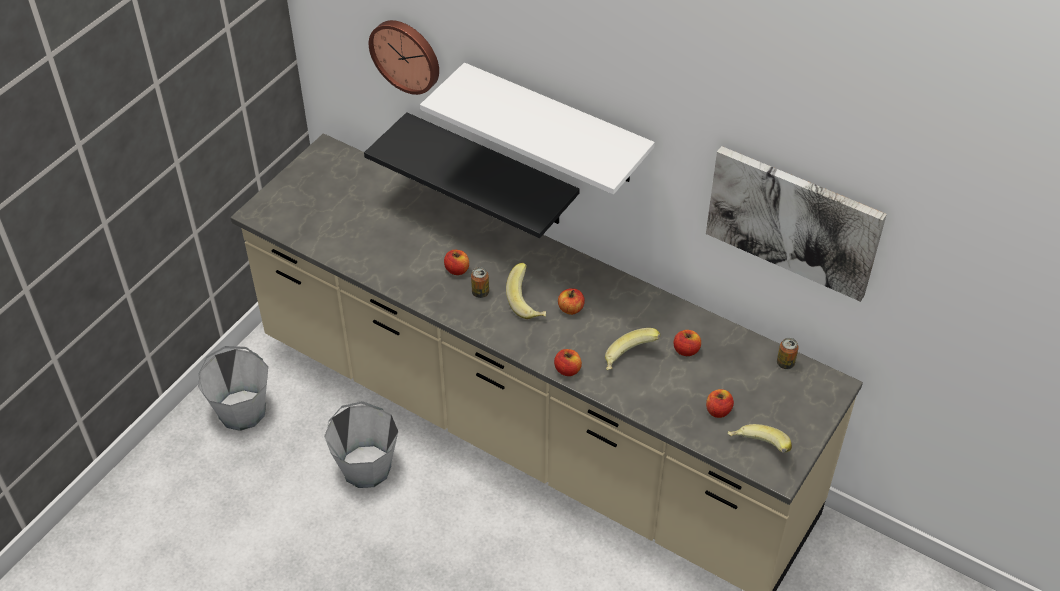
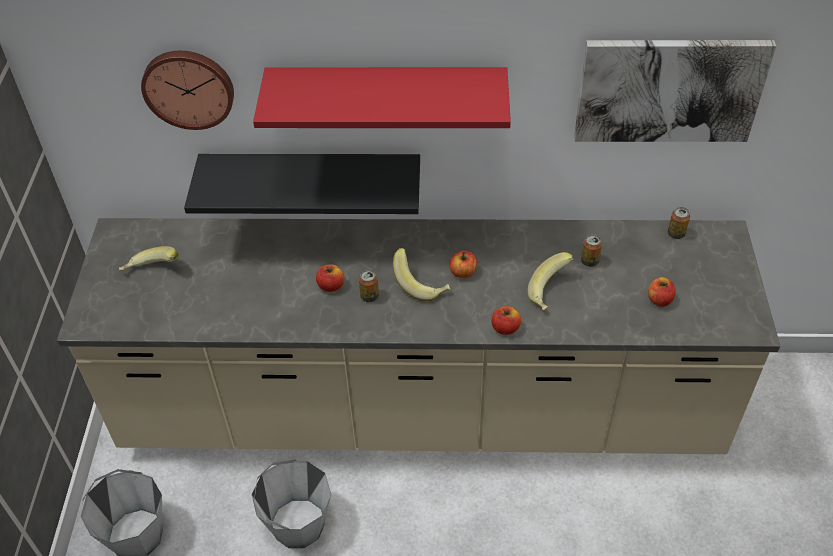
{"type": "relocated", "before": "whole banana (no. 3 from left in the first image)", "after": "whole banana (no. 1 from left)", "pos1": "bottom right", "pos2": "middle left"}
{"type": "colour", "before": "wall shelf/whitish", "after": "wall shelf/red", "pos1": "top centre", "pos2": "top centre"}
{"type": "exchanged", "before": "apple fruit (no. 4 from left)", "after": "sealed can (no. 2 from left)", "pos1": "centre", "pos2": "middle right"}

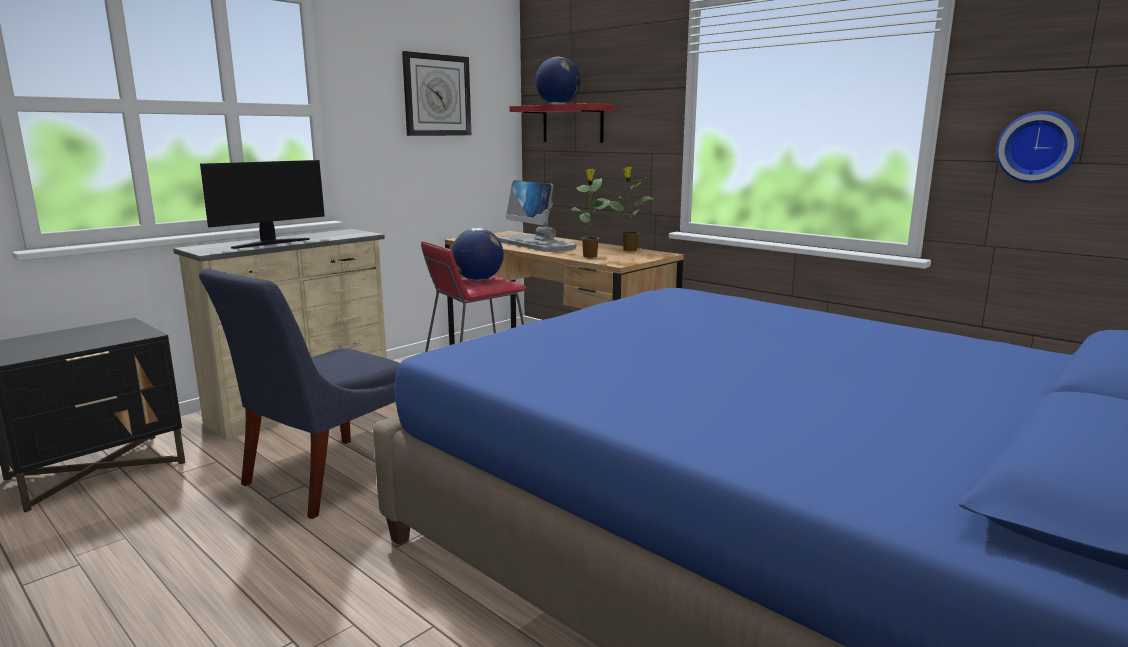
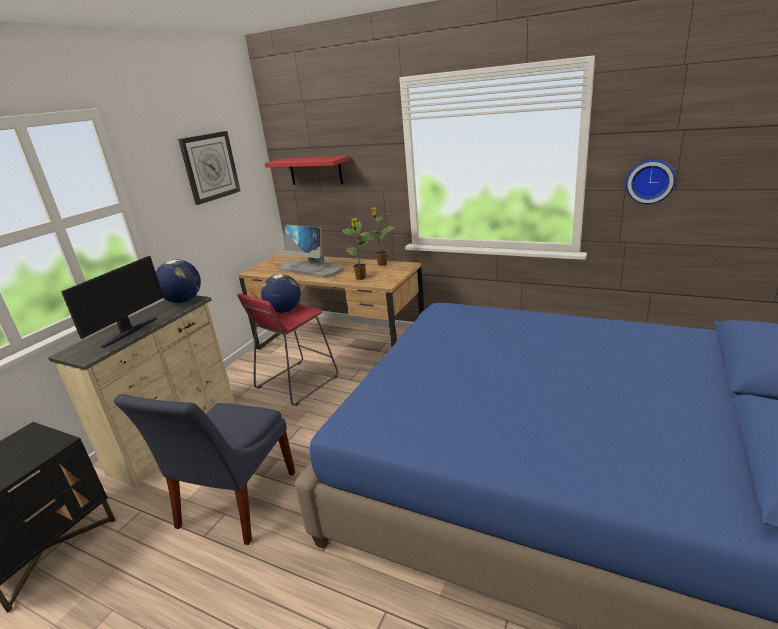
{"type": "relocated", "before": "world globe (no. 2 from left in the first image)", "after": "world globe (no. 1 from left)", "pos1": "top centre", "pos2": "middle left"}

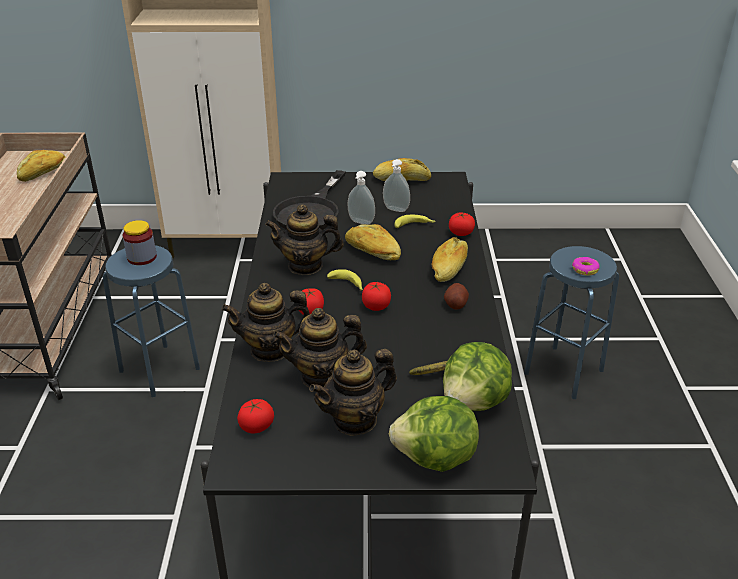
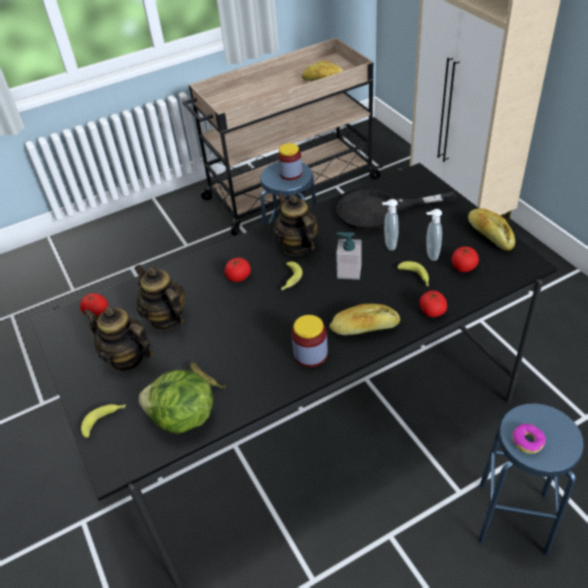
{"type": "exchanged", "before": "head of lettuce (no. 1 from left)", "after": "whole banana (no. 1 from left)", "pos1": "bottom centre", "pos2": "bottom left"}
{"type": "exchanged", "before": "potato", "after": "jar (no. 2 from left)", "pos1": "centre", "pos2": "centre"}
{"type": "exchanged", "before": "bakery bread (no. 2 from left)", "after": "liquid soap bottle (no. 1 from left)", "pos1": "centre", "pos2": "centre"}
{"type": "relocated", "before": "tomato (no. 3 from left in the first image)", "after": "tomato (no. 4 from left)", "pos1": "centre", "pos2": "middle right"}
{"type": "missing", "before": "tea pot (no. 1 from left)", "pos1": "centre"}

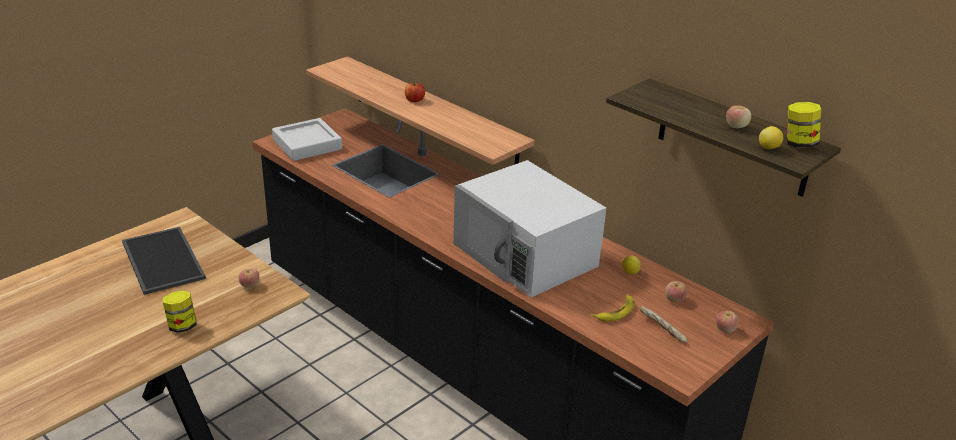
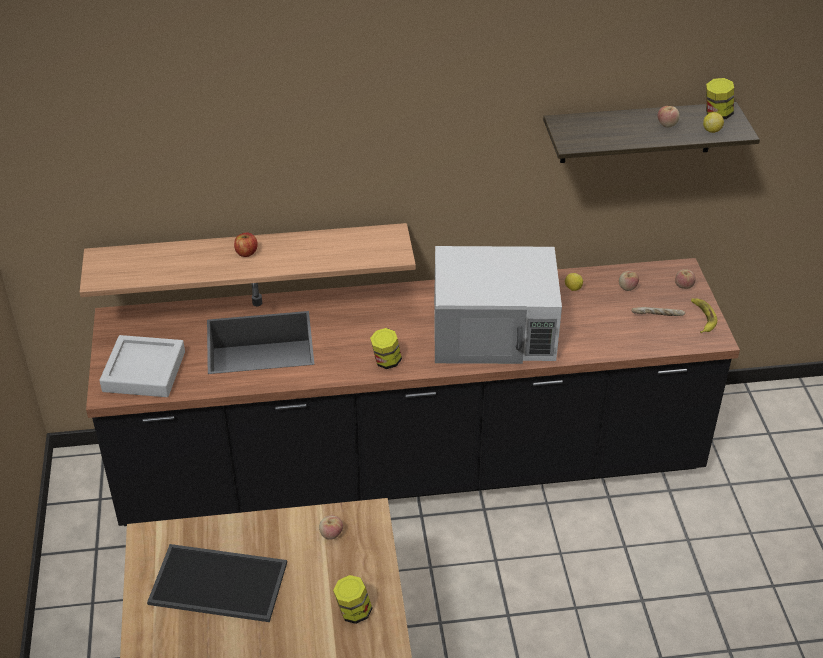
{"type": "appeared", "after": "jar (no. 2 from left)", "pos2": "centre"}
{"type": "relocated", "before": "whole banana", "pos1": "bottom centre", "pos2": "middle right"}

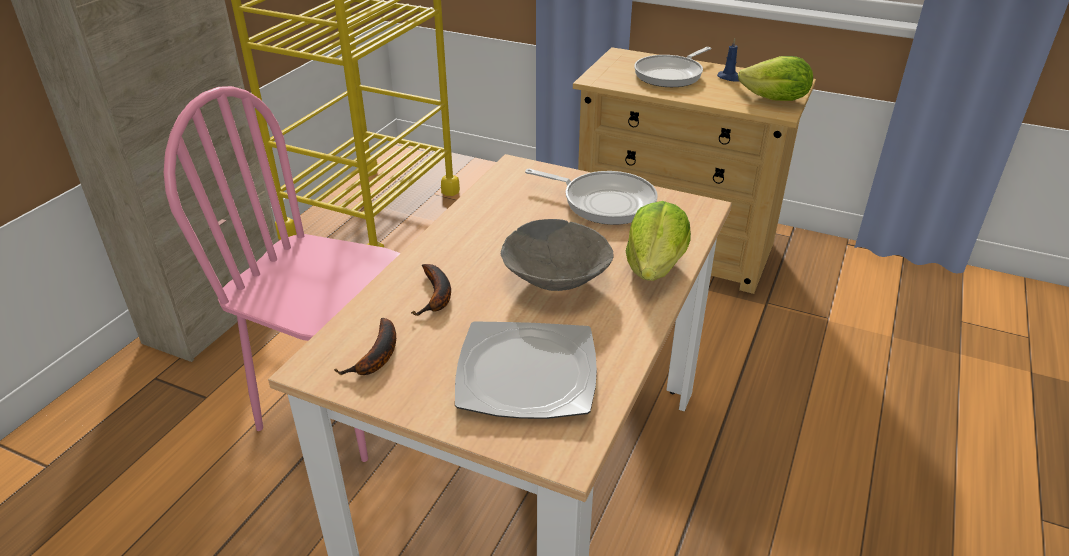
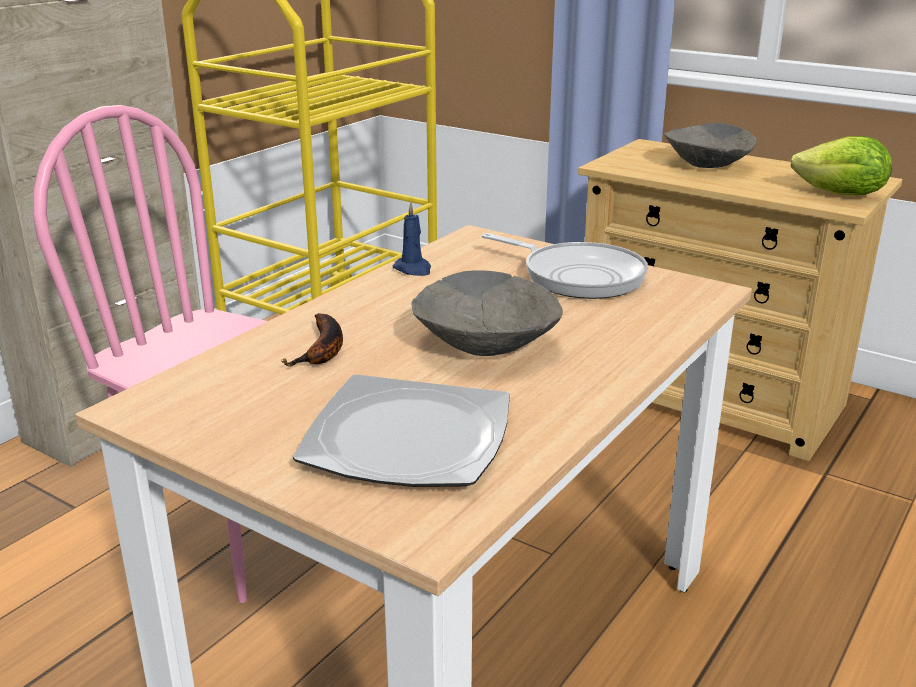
{"type": "relocated", "before": "wax light/blue", "pos1": "top right", "pos2": "centre"}
{"type": "exchanged", "before": "frying pan (no. 2 from left)", "after": "bowl/gray (no. 2 from left)", "pos1": "top centre", "pos2": "top right"}
{"type": "missing", "before": "whole banana (no. 1 from left)", "pos1": "centre"}
{"type": "missing", "before": "head of lettuce (no. 1 from left)", "pos1": "centre"}

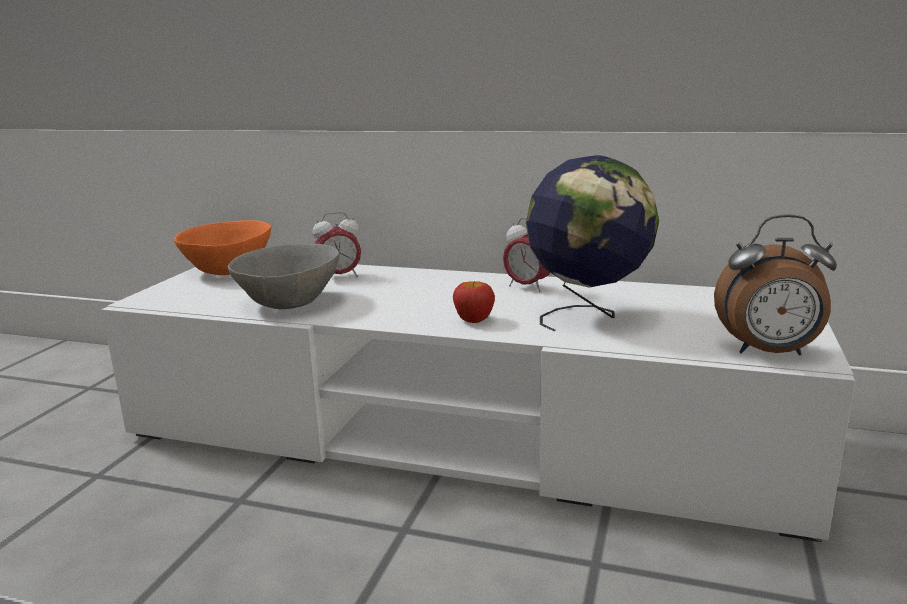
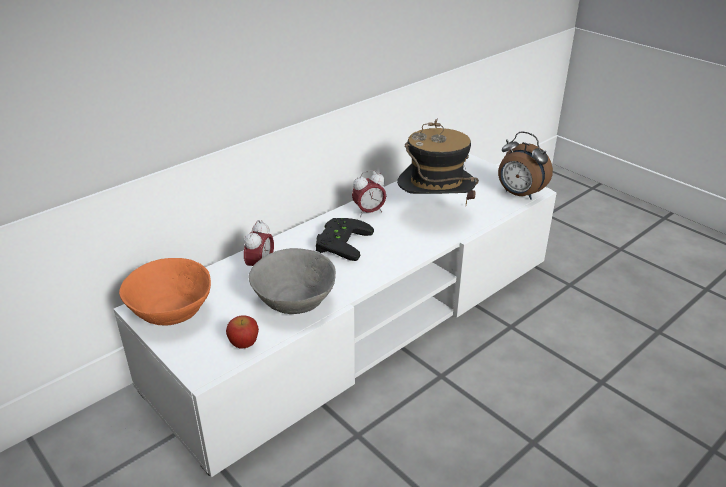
{"type": "relocated", "before": "apple fruit", "pos1": "centre", "pos2": "bottom centre"}
{"type": "appeared", "after": "joypad/black", "pos2": "centre"}
{"type": "exchanged", "before": "world globe", "after": "clothing hat", "pos1": "centre", "pos2": "top centre"}
{"type": "spun", "before": "bedside clock (no. 3 from left)", "pos1": "middle right", "pos2": "middle right", "turn": 90}

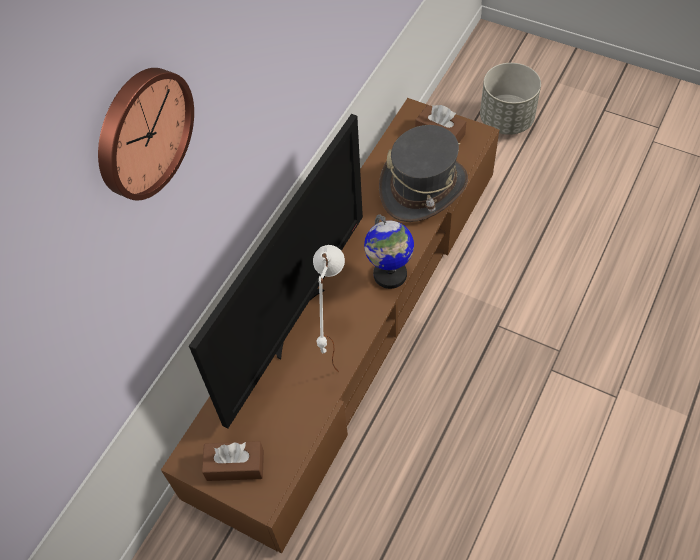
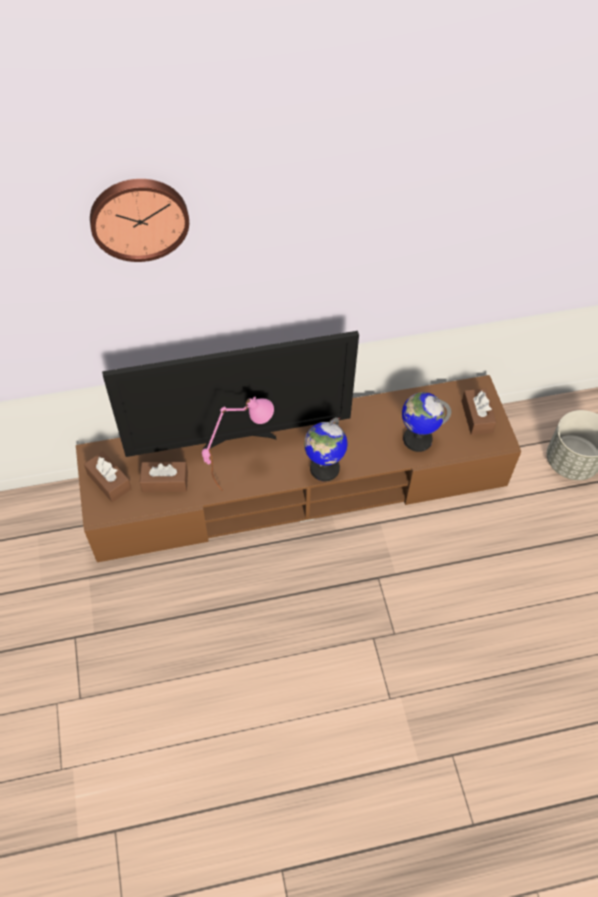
{"type": "appeared", "after": "tissue box/brownish (no. 2 from left)", "pos2": "middle left"}
{"type": "colour", "before": "lamp for a table/whitish", "after": "lamp for a table/pink", "pos1": "centre", "pos2": "centre"}
{"type": "exchanged", "before": "clothing hat/gray", "after": "world globe (no. 2 from left)", "pos1": "top centre", "pos2": "middle right"}

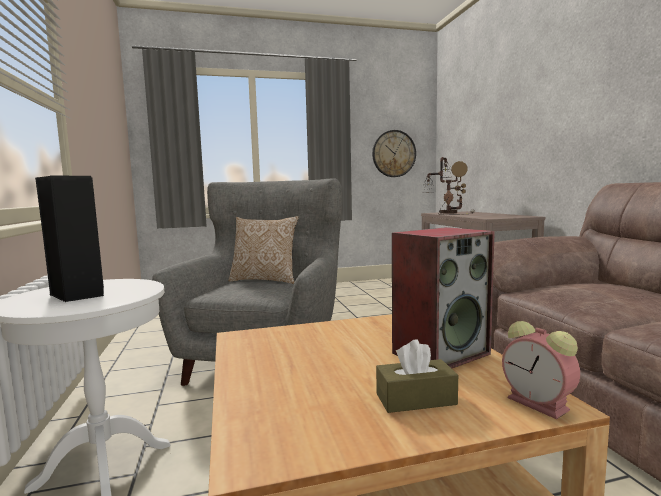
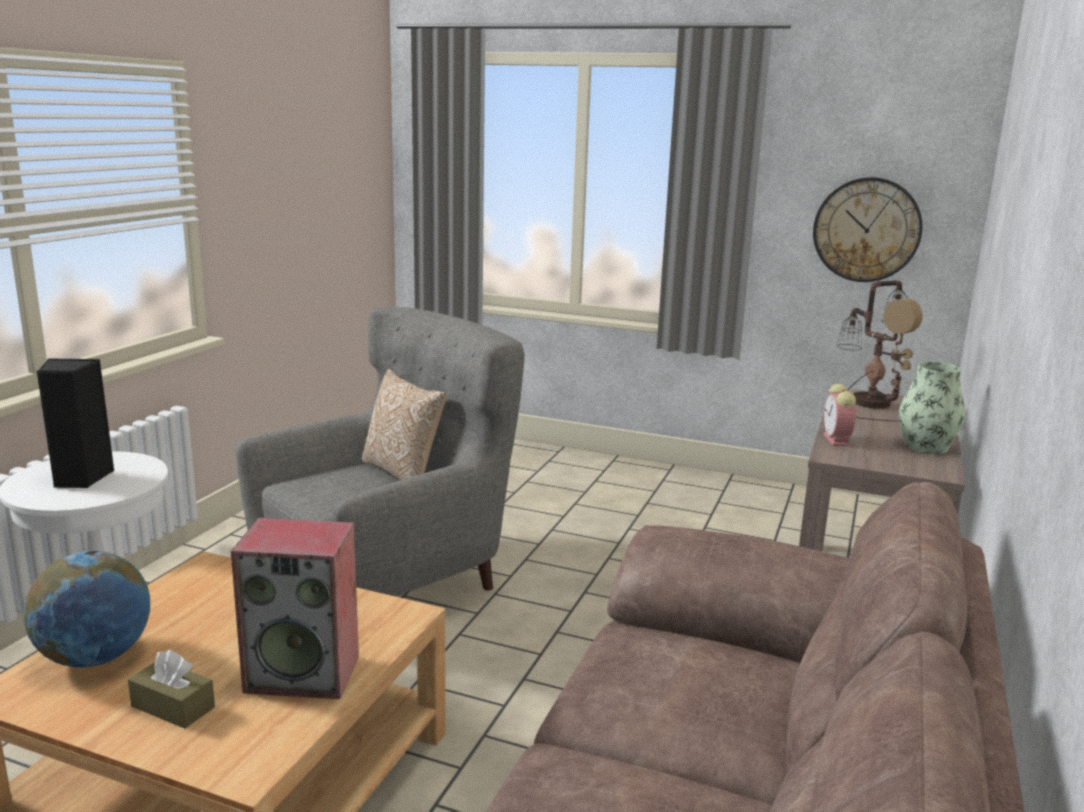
{"type": "appeared", "after": "world globe", "pos2": "bottom left"}
{"type": "relocated", "before": "bedside clock", "pos1": "bottom right", "pos2": "middle right"}
{"type": "appeared", "after": "decorative vase", "pos2": "middle right"}

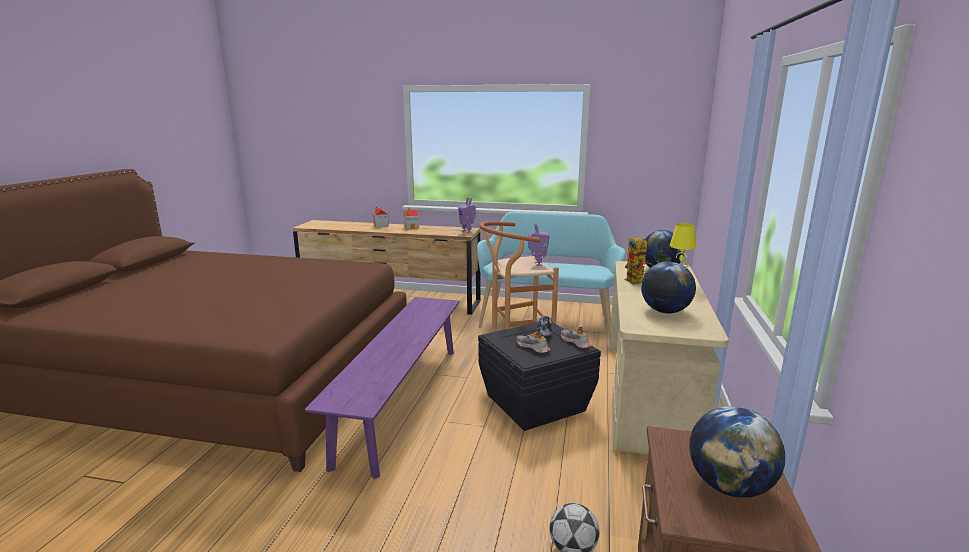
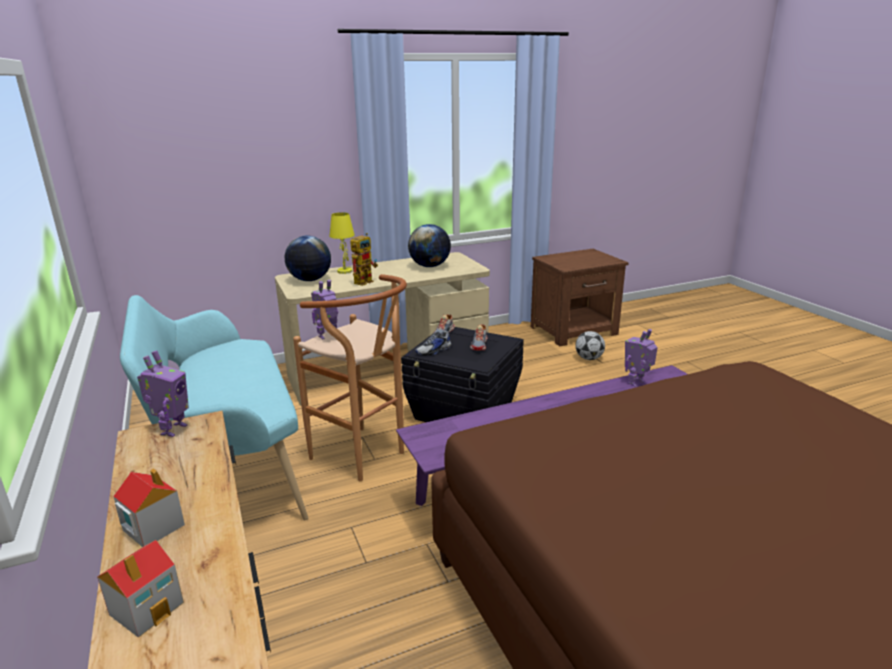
{"type": "appeared", "after": "robot figure (no. 4 from left)", "pos2": "middle right"}
{"type": "missing", "before": "world globe (no. 3 from left)", "pos1": "bottom right"}

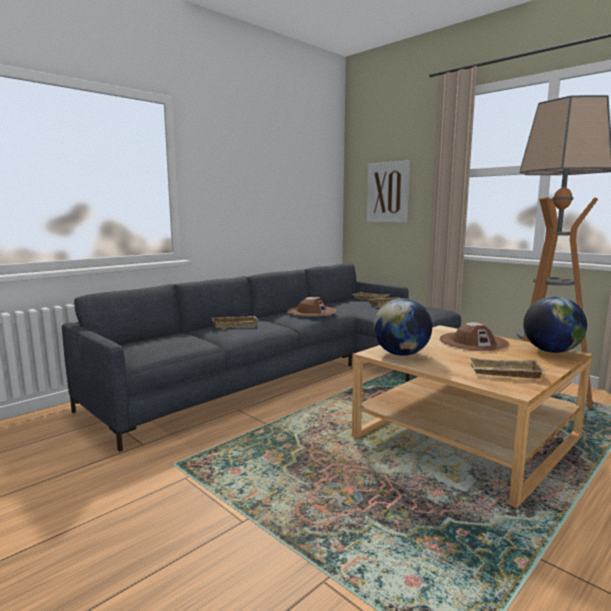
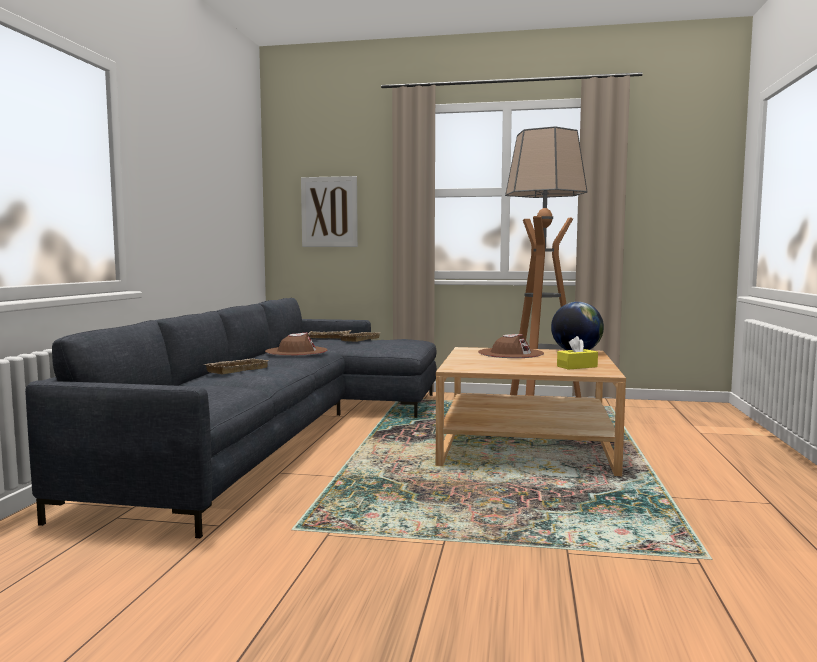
{"type": "exchanged", "before": "tray/beige-coloured (no. 4 from left)", "after": "tissue box/yellowish", "pos1": "middle right", "pos2": "middle right"}
{"type": "missing", "before": "world globe (no. 1 from left)", "pos1": "centre"}

